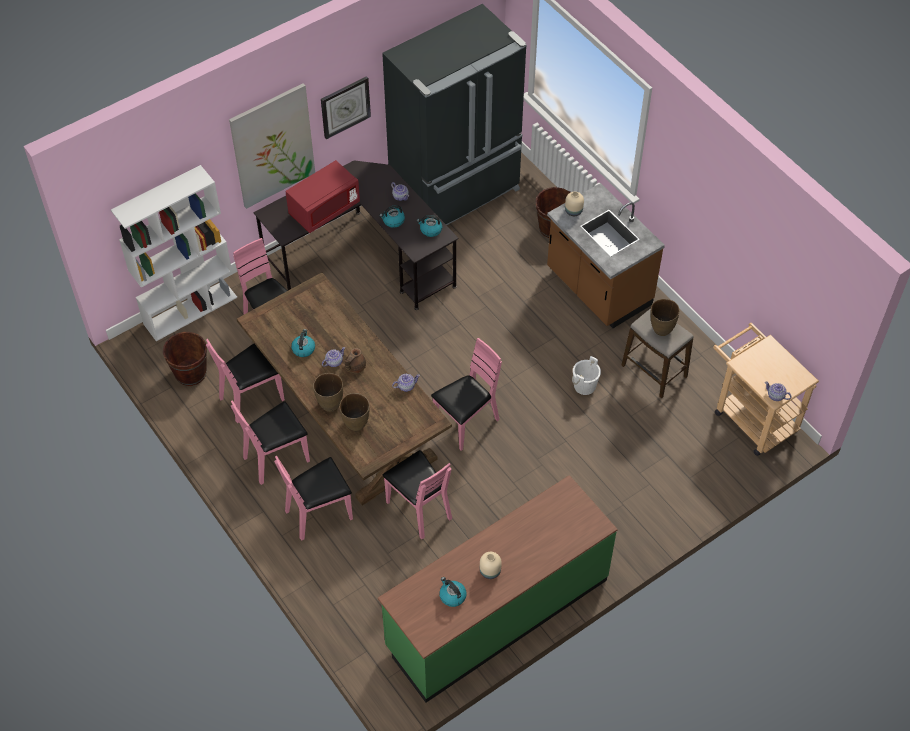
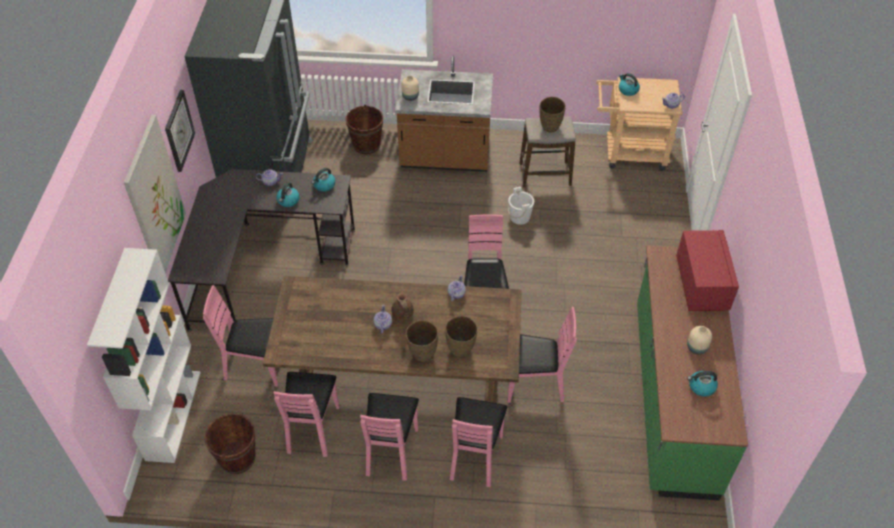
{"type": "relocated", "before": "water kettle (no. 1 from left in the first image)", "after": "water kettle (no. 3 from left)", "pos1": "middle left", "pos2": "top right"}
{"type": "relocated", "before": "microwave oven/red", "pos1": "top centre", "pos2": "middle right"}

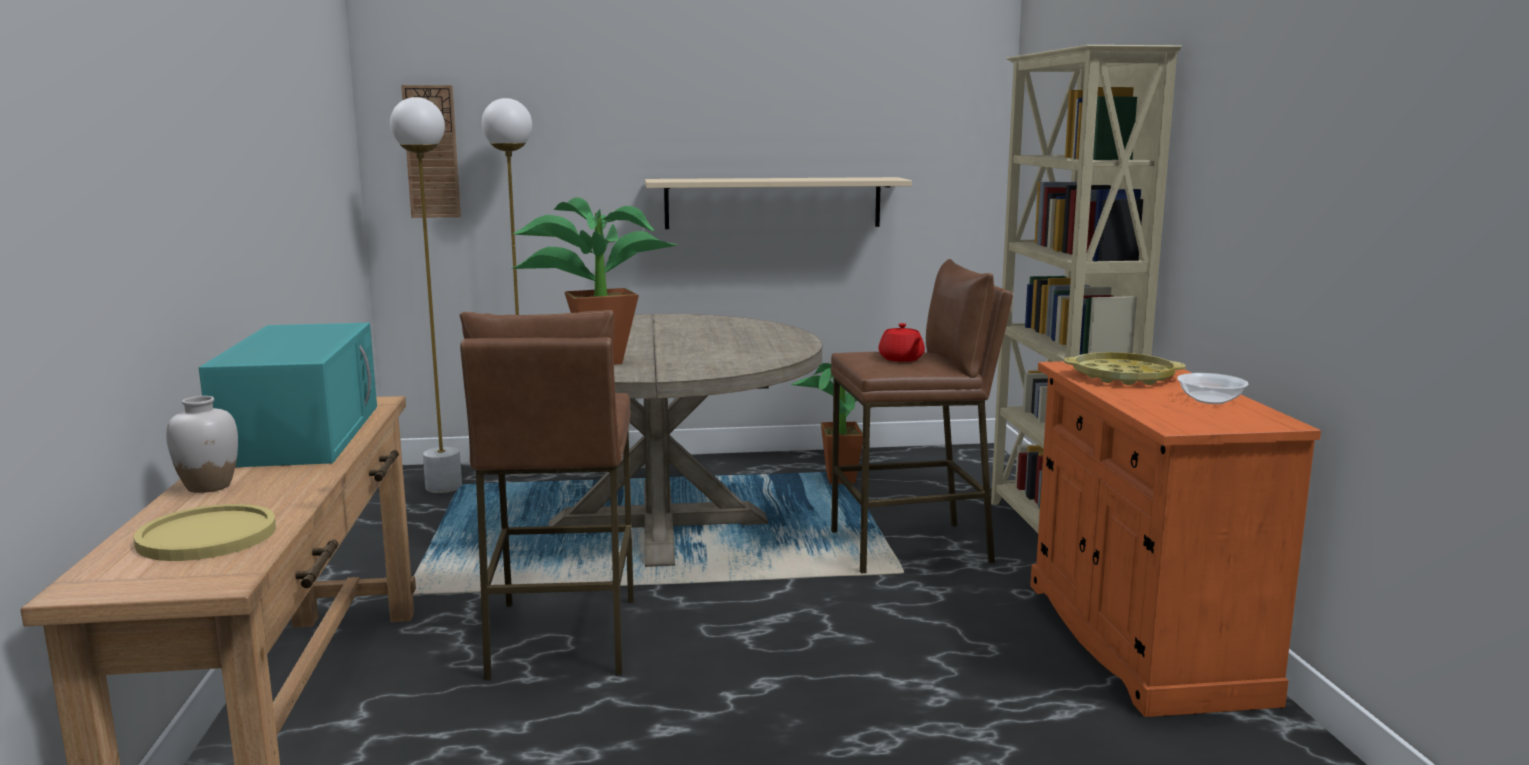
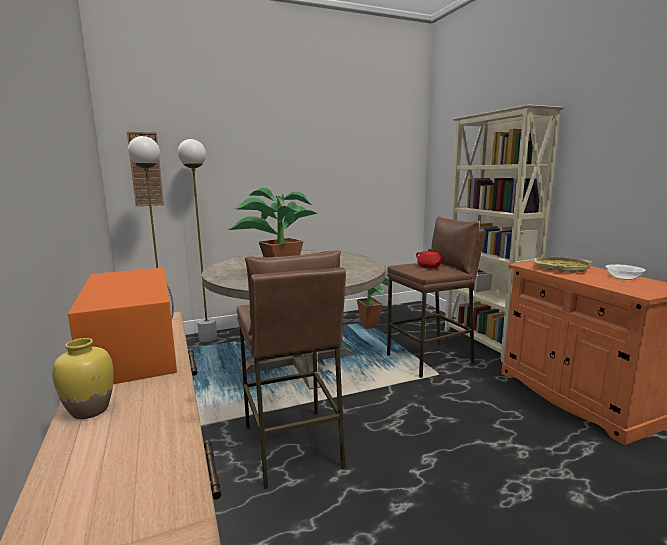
{"type": "colour", "before": "decorative vase/whitish", "after": "decorative vase/yellowish", "pos1": "middle left", "pos2": "bottom left"}
{"type": "colour", "before": "microwave oven/blue-green", "after": "microwave oven/orange-coloured", "pos1": "middle left", "pos2": "middle left"}
{"type": "missing", "before": "dinner plate/yellowish", "pos1": "bottom left"}
{"type": "missing", "before": "wall shelf/beige-coloured", "pos1": "top centre"}

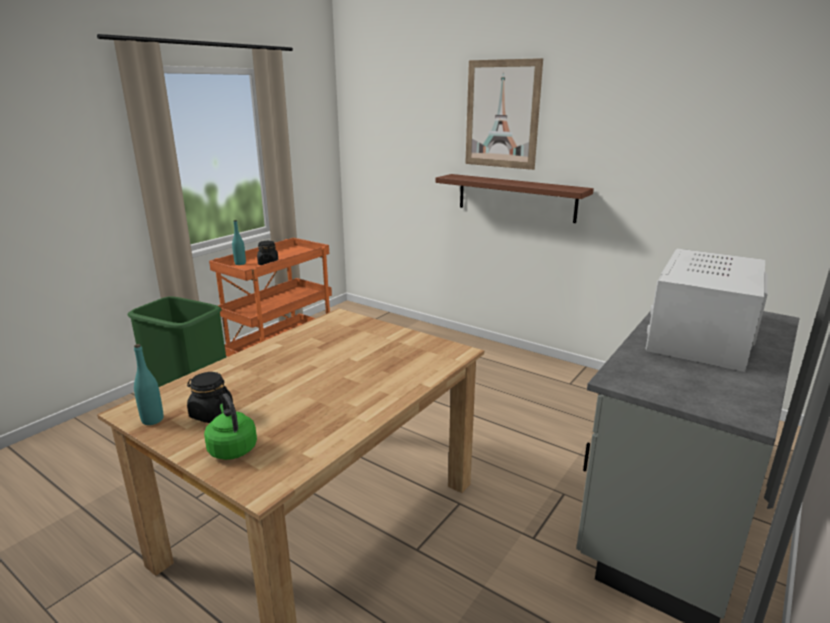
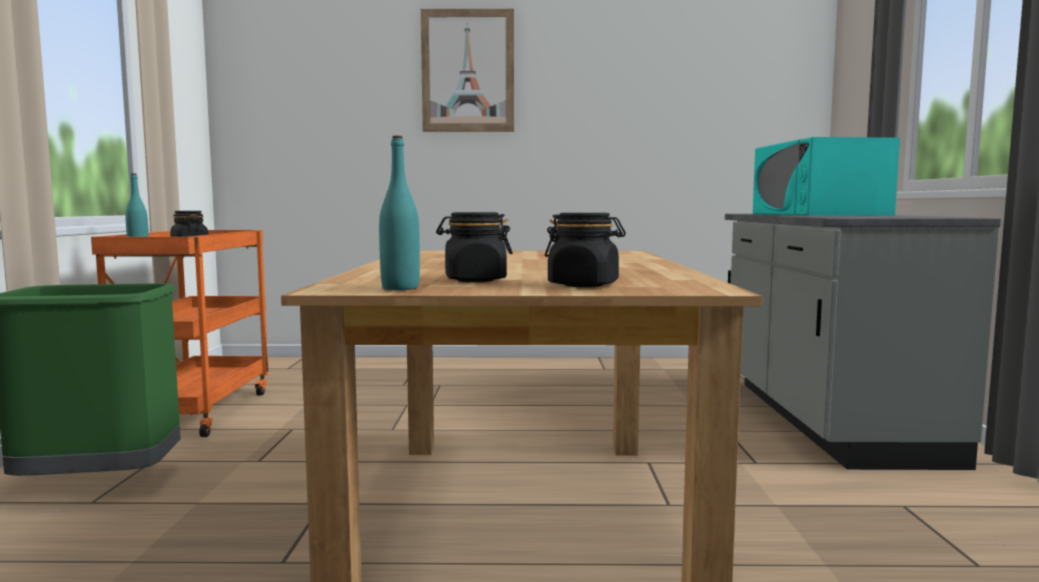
{"type": "exchanged", "before": "water kettle/green", "after": "jar/black (no. 3 from left)", "pos1": "bottom left", "pos2": "centre"}
{"type": "colour", "before": "microwave oven/whitish", "after": "microwave oven/blue-green", "pos1": "middle right", "pos2": "top right"}
{"type": "missing", "before": "wall shelf/brownish", "pos1": "top centre"}

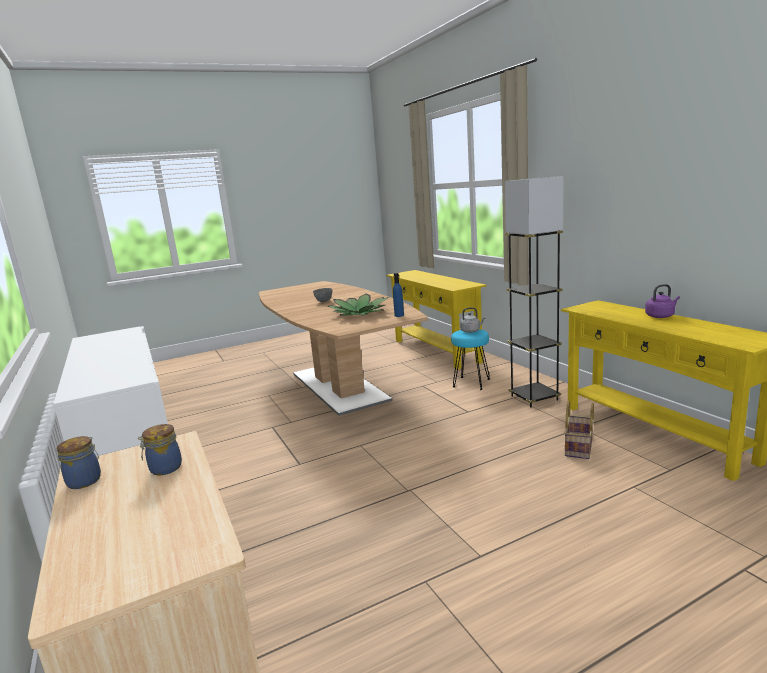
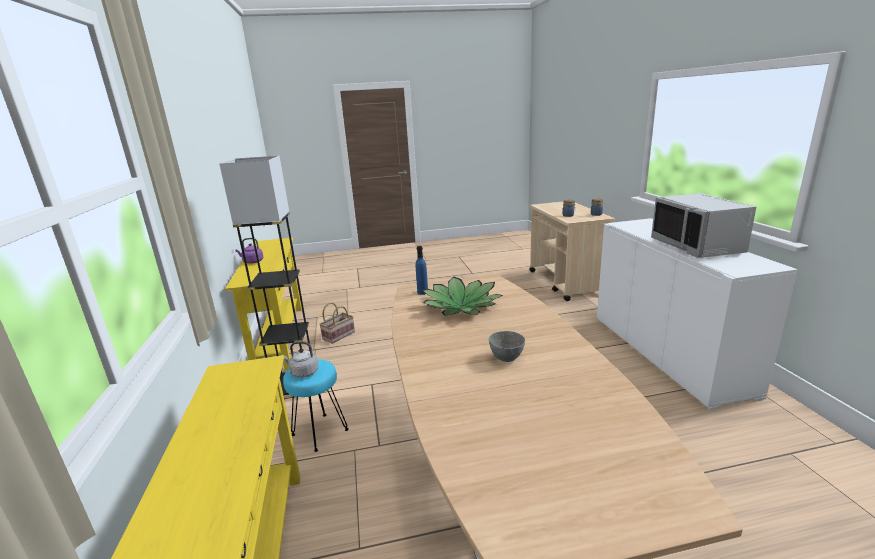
{"type": "appeared", "after": "microwave oven/gray", "pos2": "middle right"}

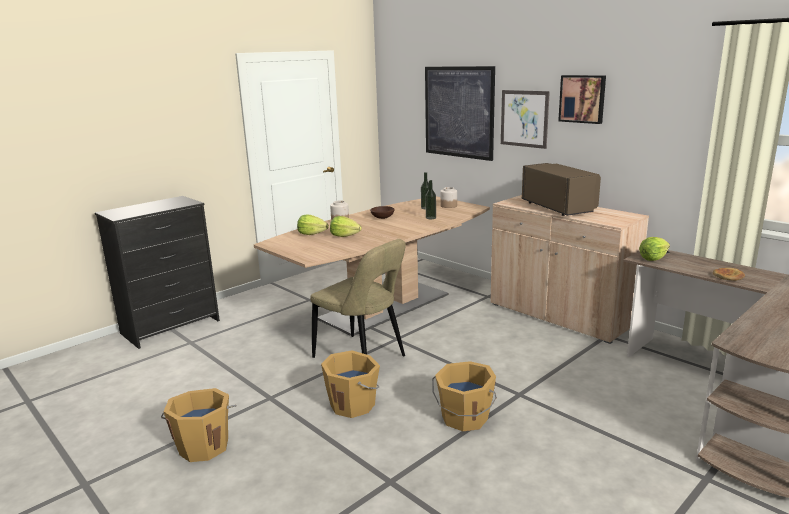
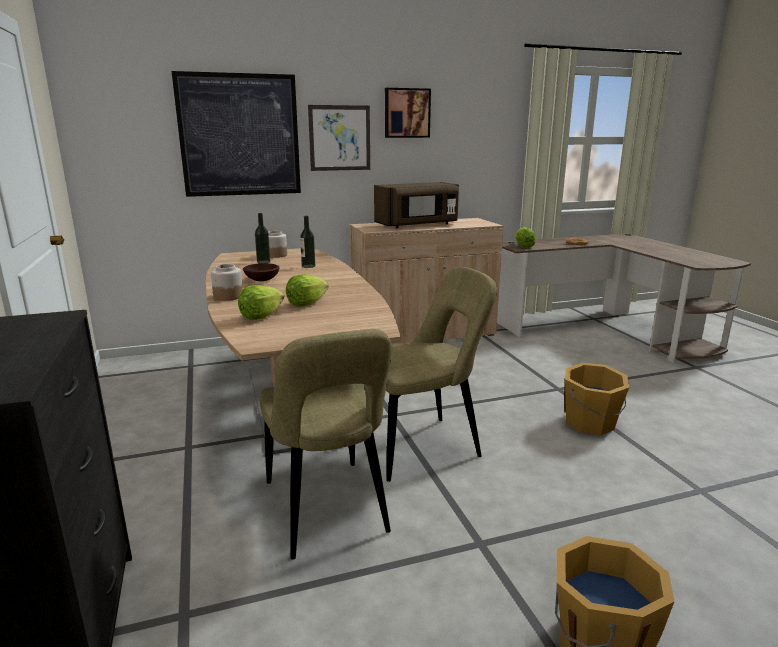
{"type": "appeared", "after": "upright chair/beige-coloured (no. 1 from left)", "pos2": "bottom centre"}
{"type": "spun", "before": "microwave oven/brownish", "pos1": "middle right", "pos2": "top centre", "turn": 150}
{"type": "missing", "before": "pail/orange-coloured (no. 2 from left)", "pos1": "bottom centre"}

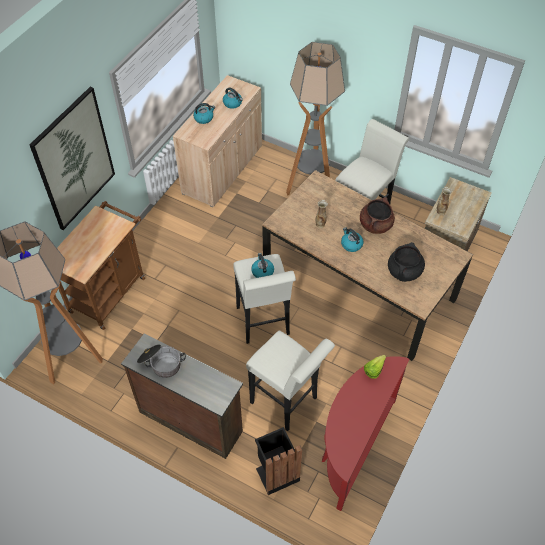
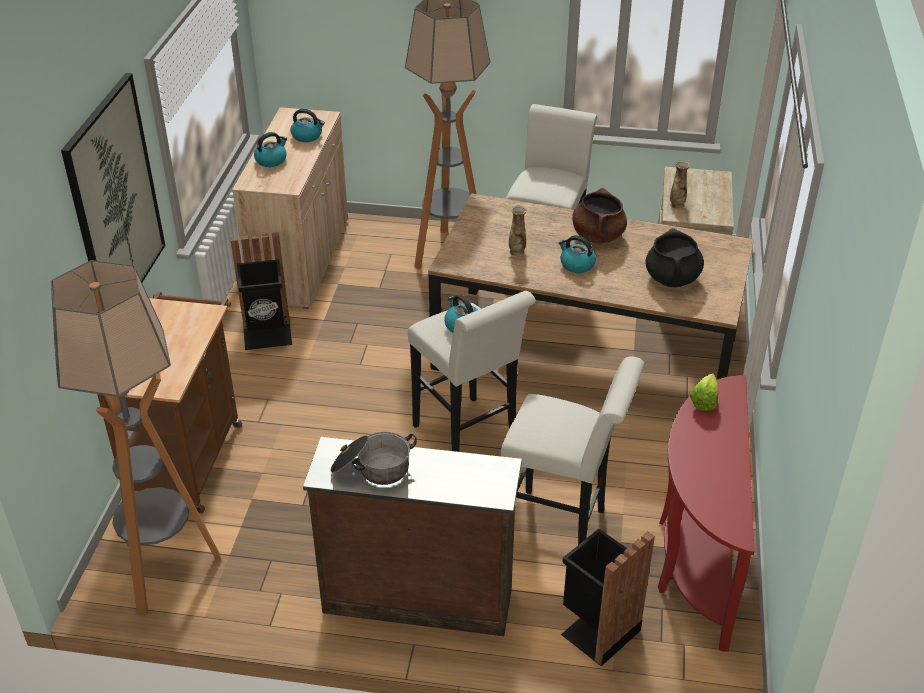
{"type": "appeared", "after": "rubbish bin/black (no. 1 from left)", "pos2": "middle left"}

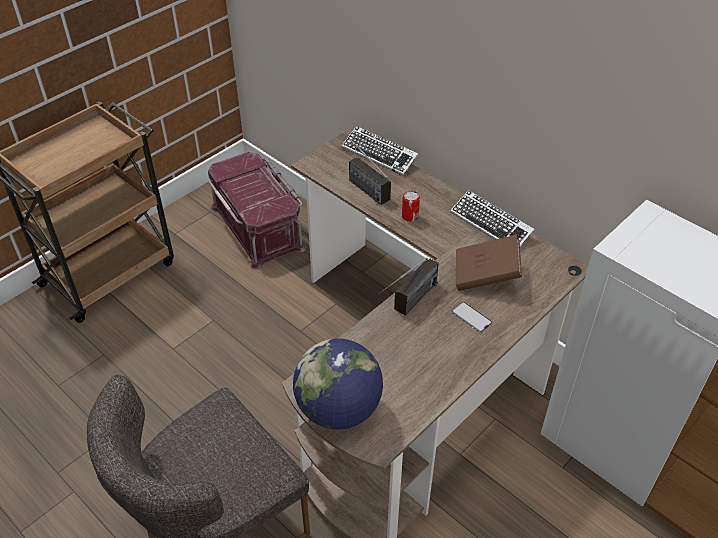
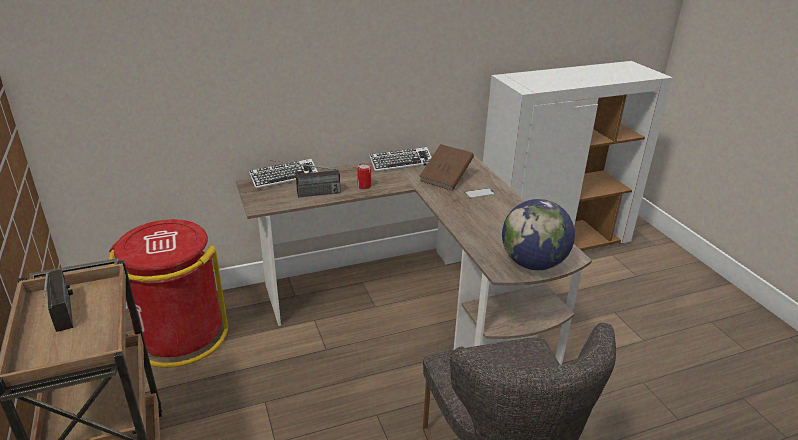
{"type": "relocated", "before": "radio set (no. 2 from left in the first image)", "after": "radio set (no. 1 from left)", "pos1": "centre", "pos2": "bottom left"}
{"type": "exchanged", "before": "storage container/red", "after": "rubbish bin/red", "pos1": "centre", "pos2": "middle left"}

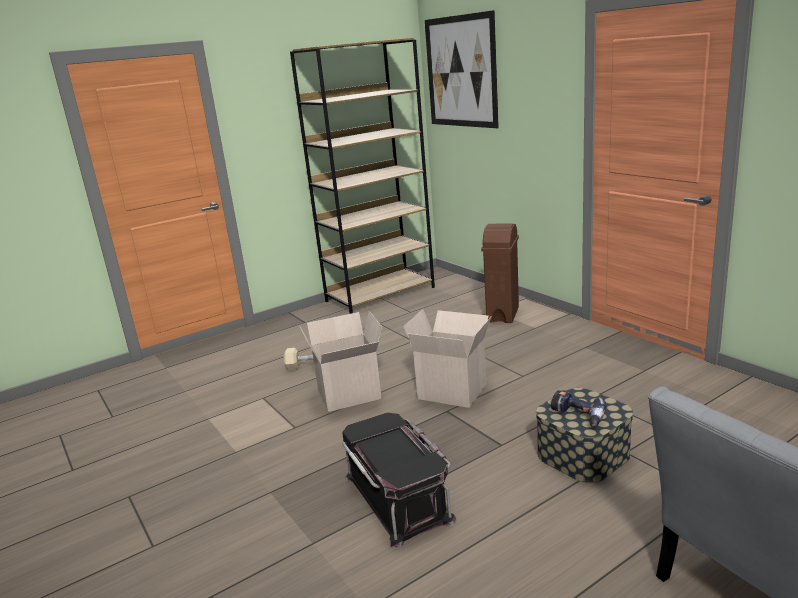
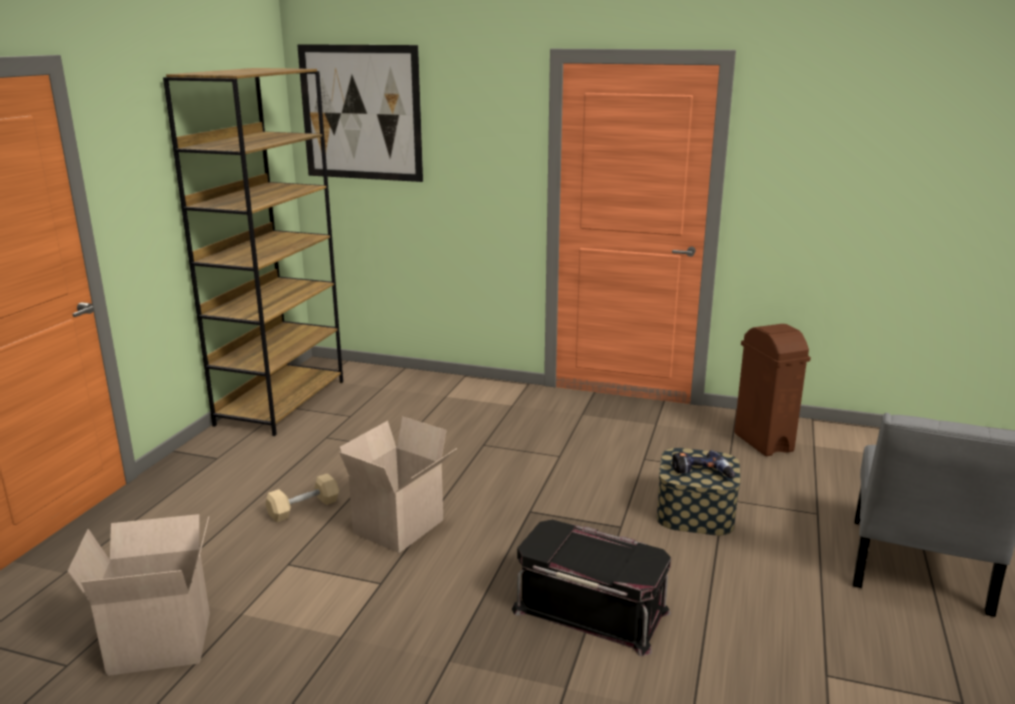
{"type": "relocated", "before": "packing box (no. 2 from left in the first image)", "after": "packing box (no. 1 from left)", "pos1": "centre", "pos2": "bottom left"}
{"type": "relocated", "before": "rubbish bin/brownish", "pos1": "centre", "pos2": "middle right"}

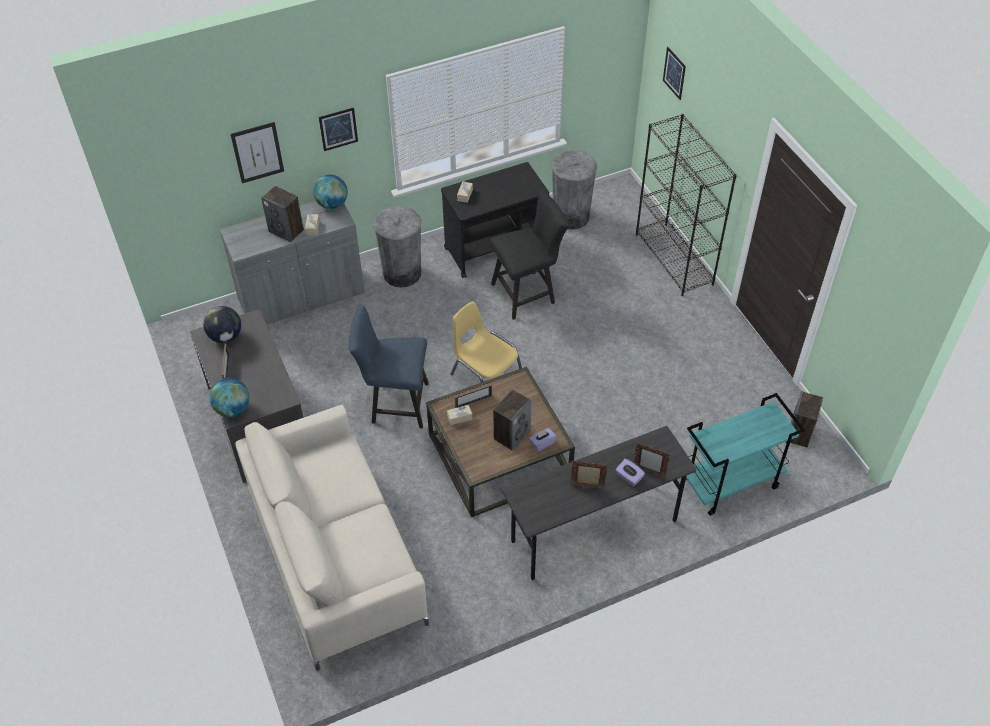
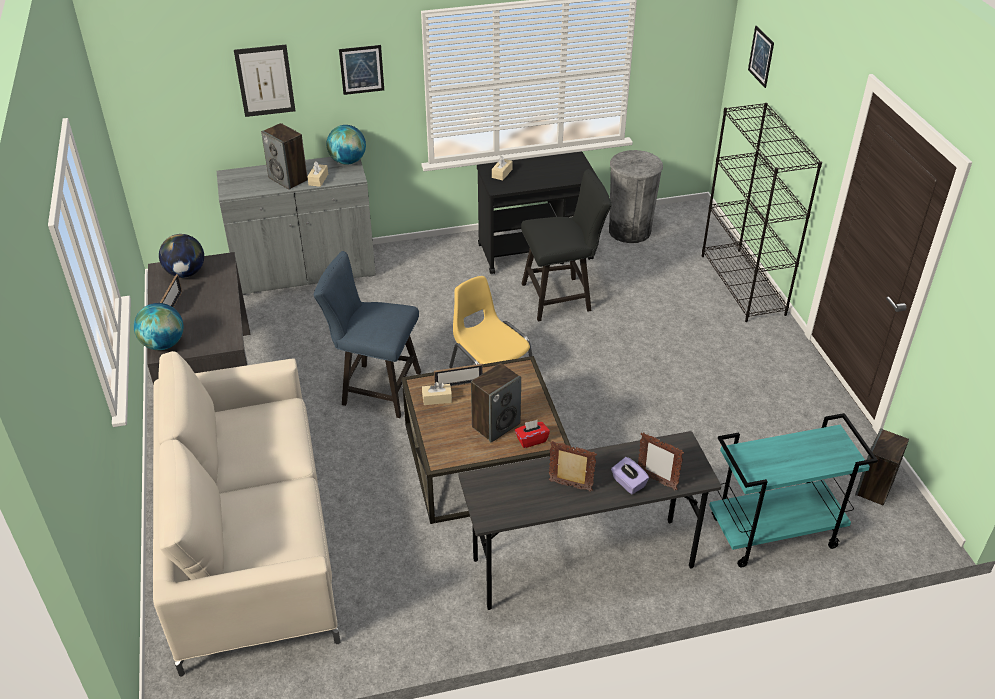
{"type": "colour", "before": "tissue box/purple (no. 1 from left)", "after": "tissue box/red", "pos1": "centre", "pos2": "centre"}
{"type": "missing", "before": "rubbish bin/gray (no. 1 from left)", "pos1": "centre"}

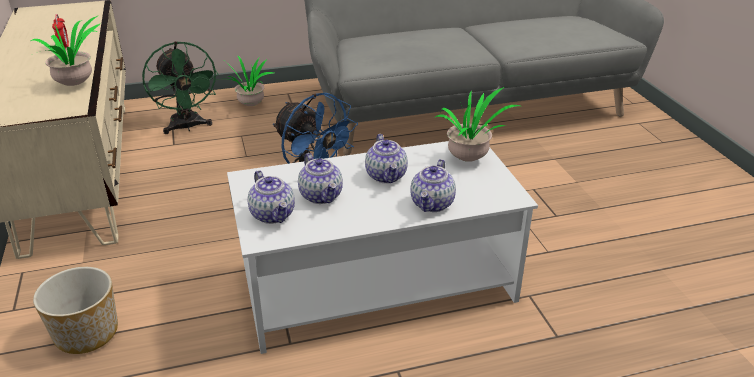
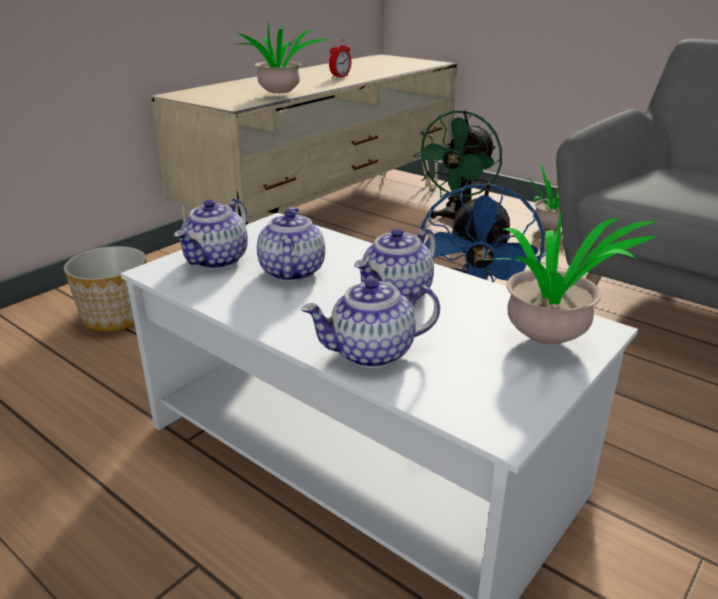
{"type": "spun", "before": "tea pot (no. 2 from left)", "pos1": "centre", "pos2": "centre", "turn": 150}

